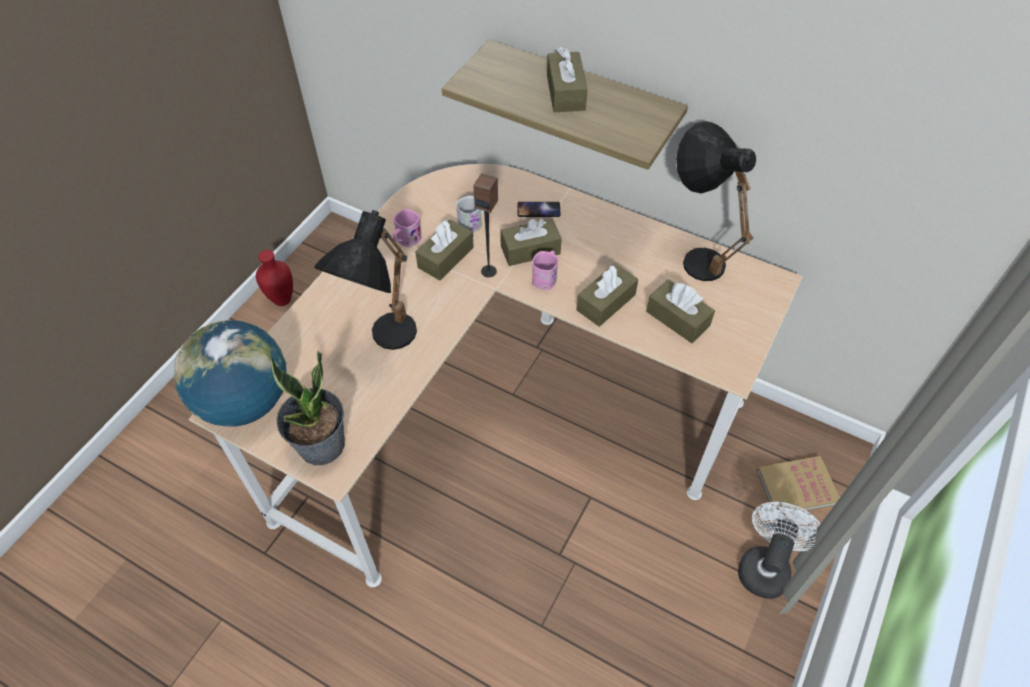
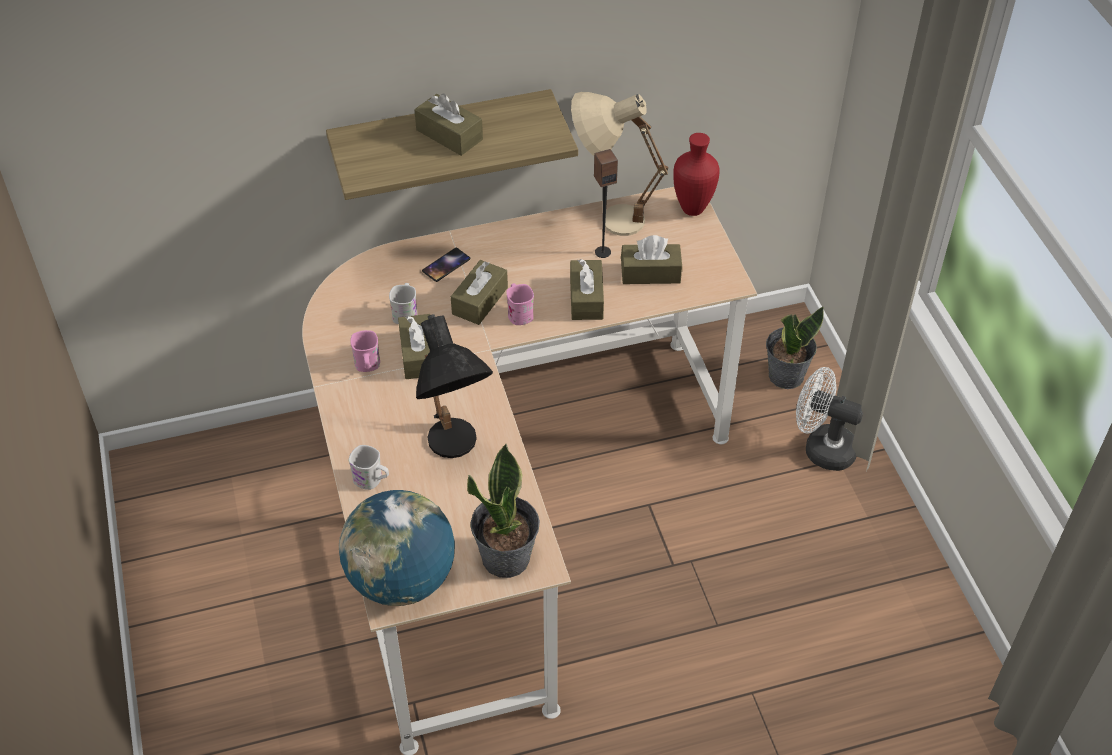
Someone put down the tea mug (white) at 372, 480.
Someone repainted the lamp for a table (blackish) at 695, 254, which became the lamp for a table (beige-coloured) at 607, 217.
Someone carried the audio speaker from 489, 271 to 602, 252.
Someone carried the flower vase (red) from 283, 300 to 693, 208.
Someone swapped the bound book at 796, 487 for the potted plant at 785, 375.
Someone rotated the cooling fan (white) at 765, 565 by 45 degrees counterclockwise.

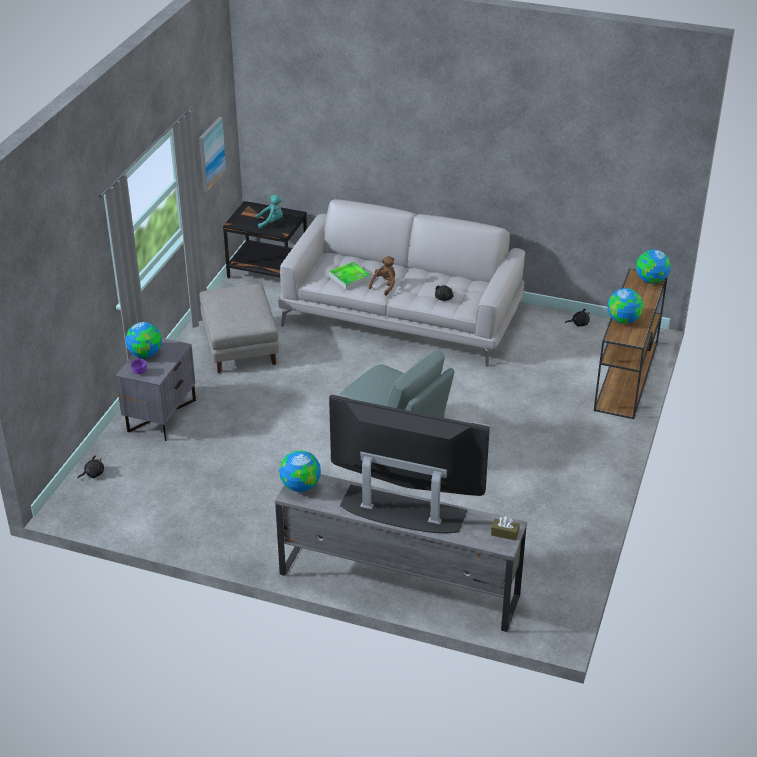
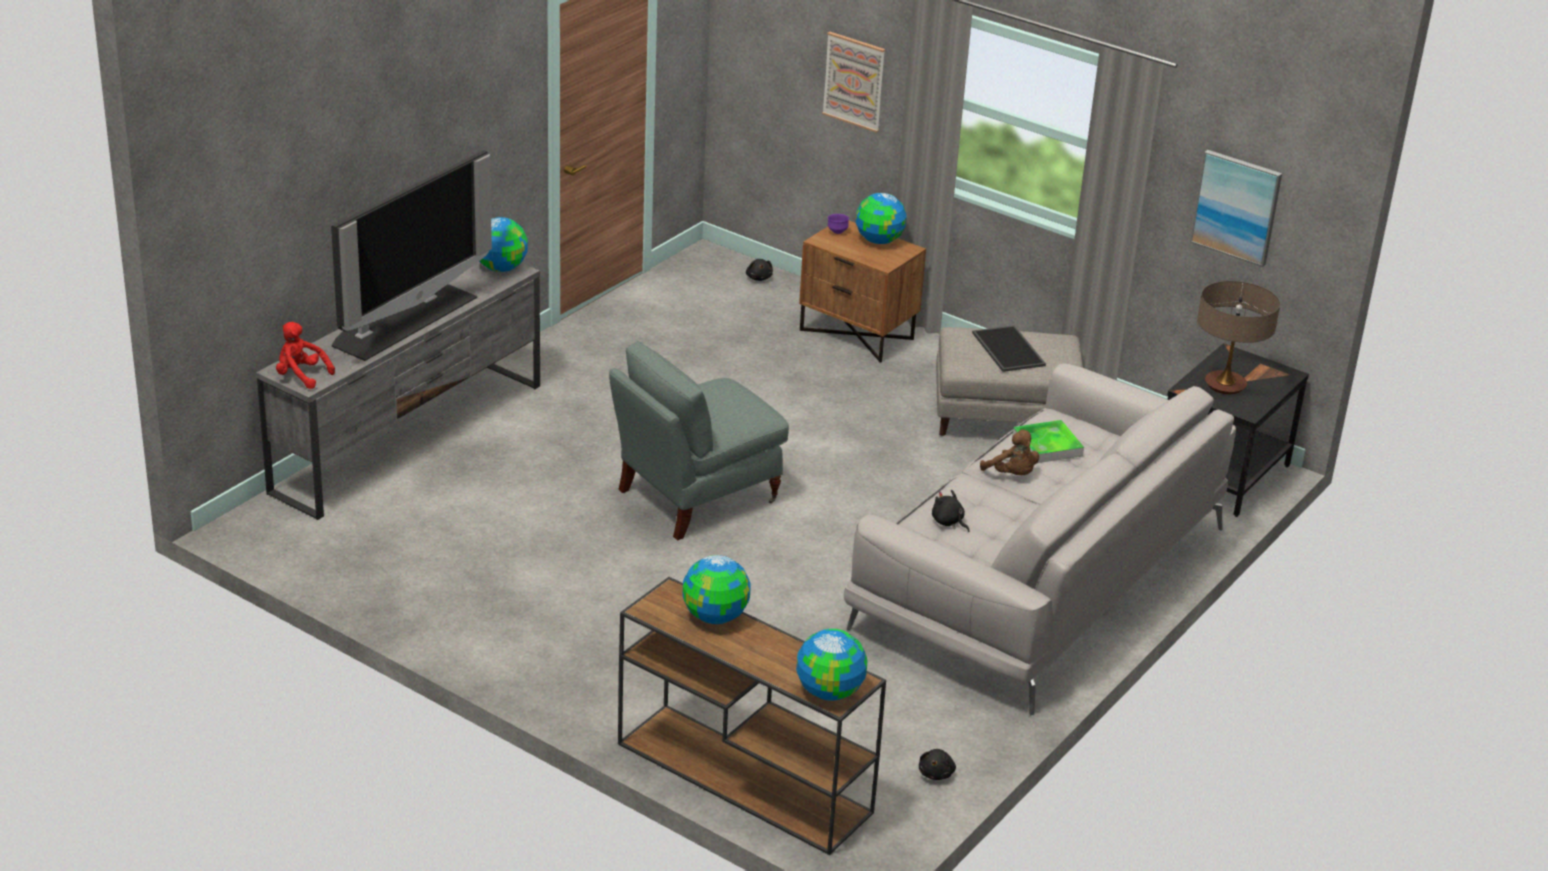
Someone swapped the tissue holder (brownish) at 504, 533 for the soft toy (red) at 301, 376.
Someone repainted the night table (greyish) at 161, 415, which became the night table (brownish) at 858, 334.
Someone put up the wall art at 854, 81.
Someone put down the serving tray at 1006, 349.
Someone swapped the soft toy (blue-green) at 271, 222 for the lamp for a table at 1225, 385.

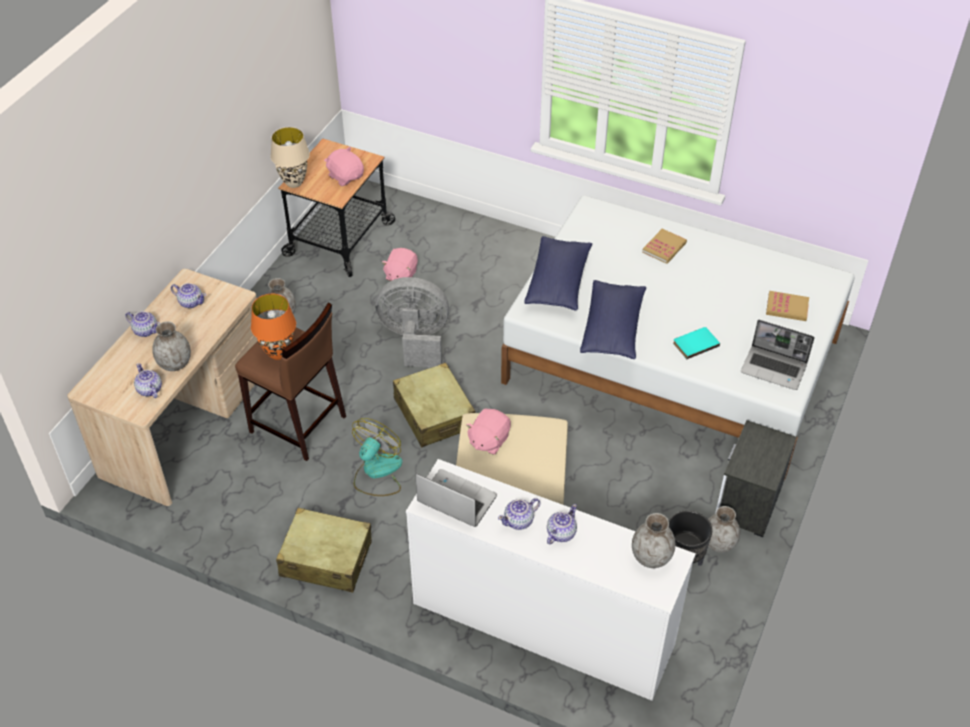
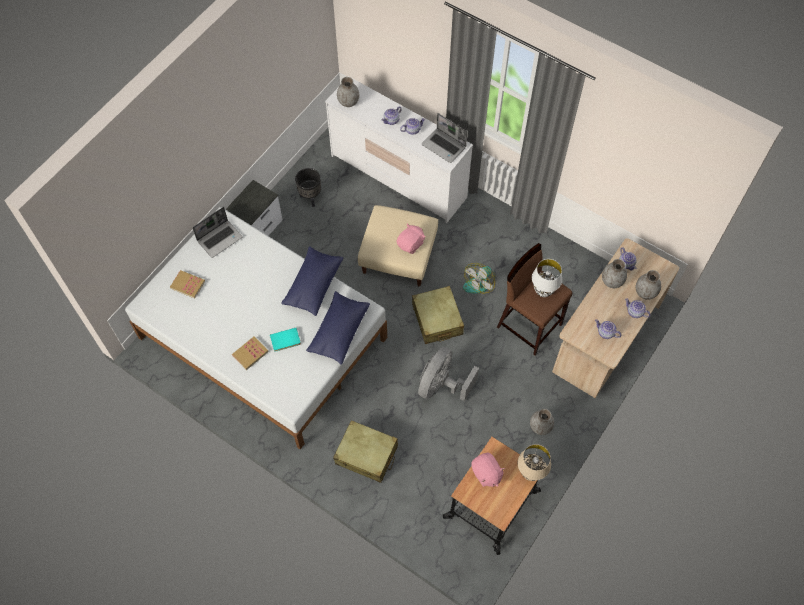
Someone rotated the portable computer at 774, 368 by 105 degrees clockwise.
Someone carried the bound book (blue-green) from 695, 343 to 285, 341.
Someone carried the suitcase (beige-coloured) from 326, 559 to 366, 455.
Someone rotated the cooling fan (greyish) at 415, 340 by 105 degrees clockwise.
Someone repainted the lamp for a table (orange-coloured) at 278, 353, which became the lamp for a table (white) at 543, 291.
Someone carried the flower vase (greyish) from 719, 543 to 645, 292.
Someone took away the soft toy (pink-coloured) at 401, 275.

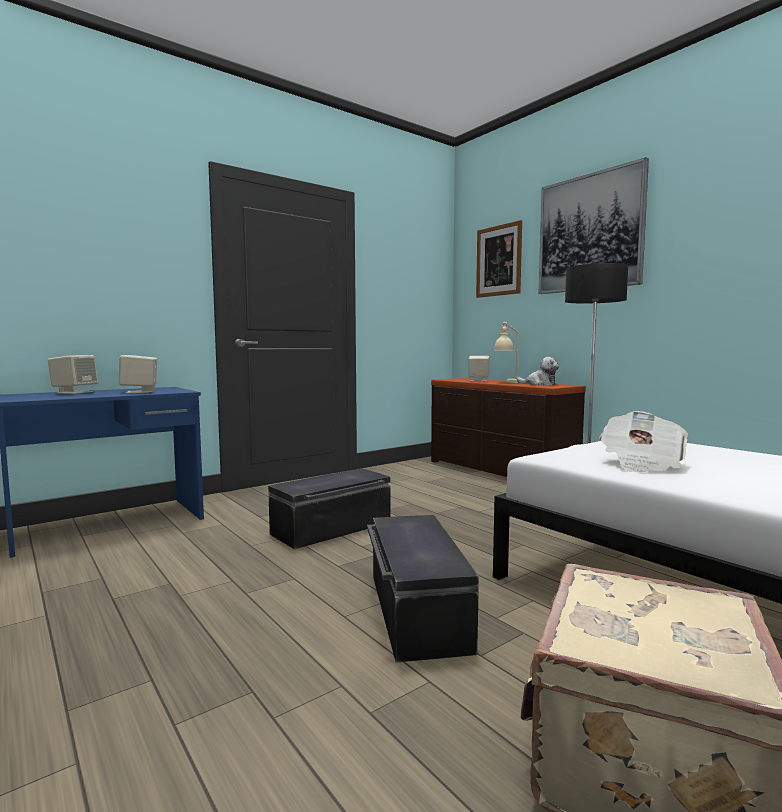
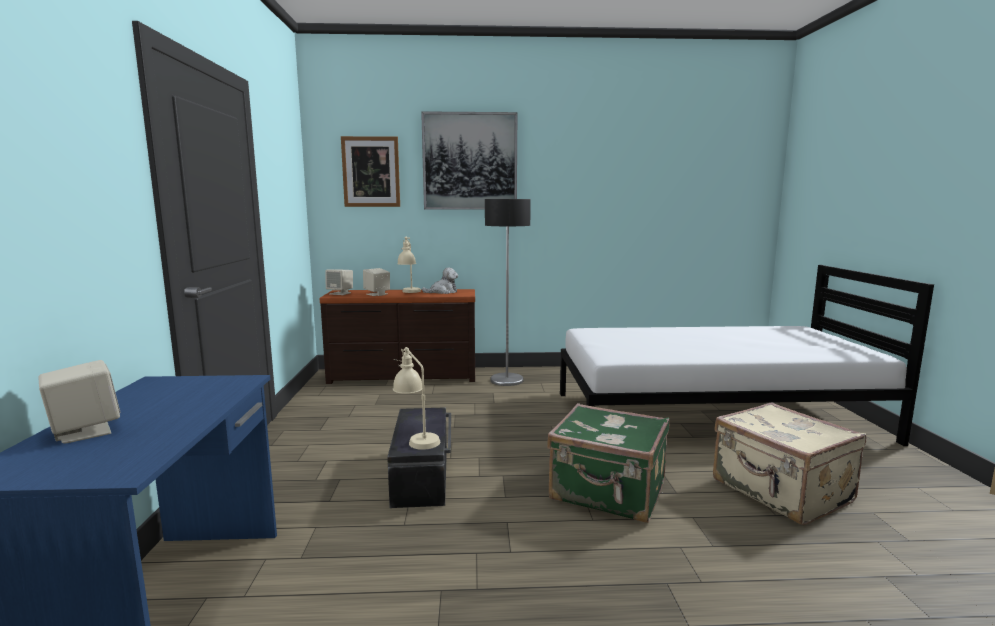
Someone carried the audio speaker (beige-coloured) from 140, 392 to 340, 293.
Someone put down the lamp for a table (beige-coloured) at 416, 438.
Someone swapped the storage bin (blackish) at 415, 611 for the suitcase (green-coloured) at 608, 492.
Someone took away the newspaper at 641, 464.

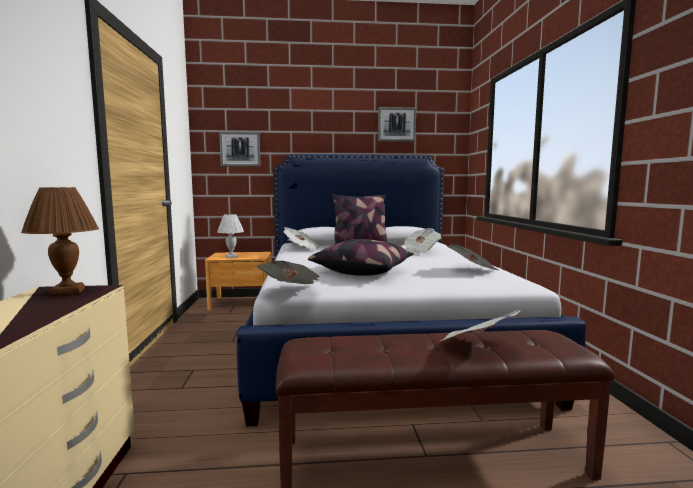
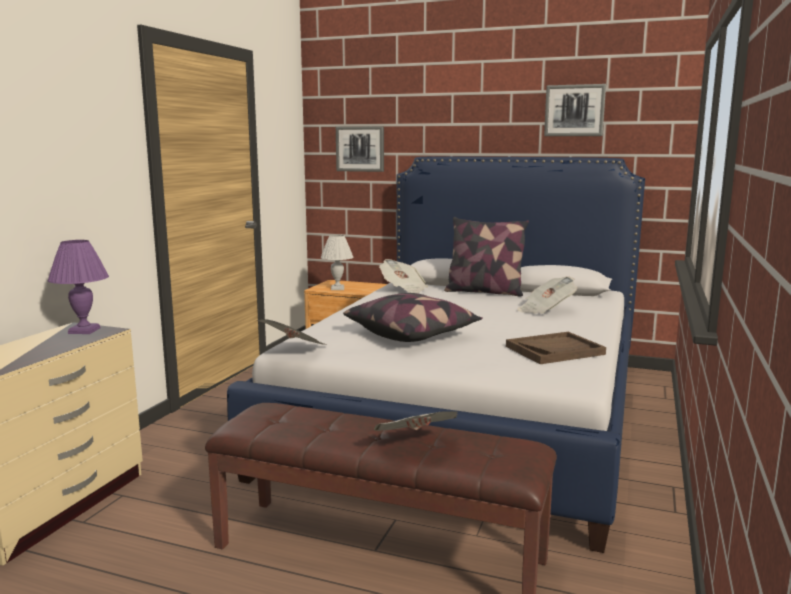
Someone repainted the lamp for a table (brownish) at 68, 291, which became the lamp for a table (purple) at 84, 331.
Someone swapped the newspaper at 473, 270 for the serving tray (brownish) at 554, 350.

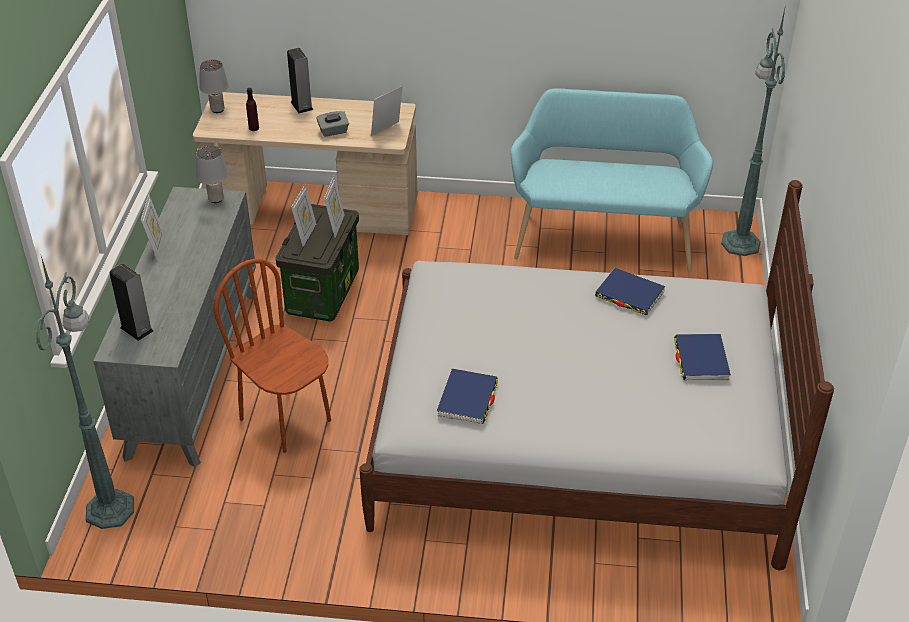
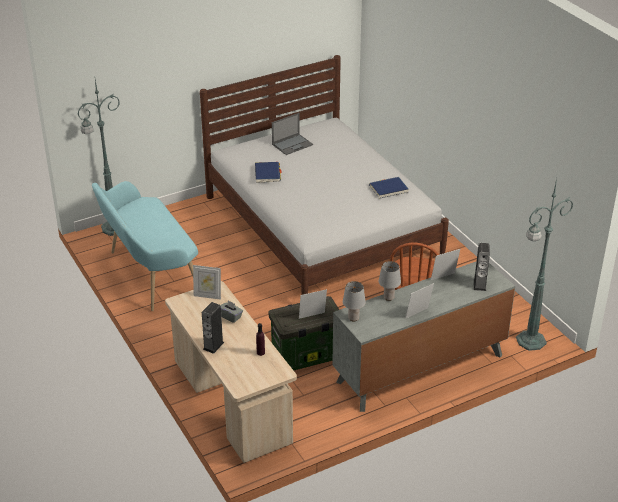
Someone swapped the bound book (blue-coloured) at 701, 360 for the portable computer at 292, 144.
Someone carried the lamp for a table (greyish) from 217, 110 to 389, 298.
Someone carried the photo frame from 335, 226 to 444, 278.

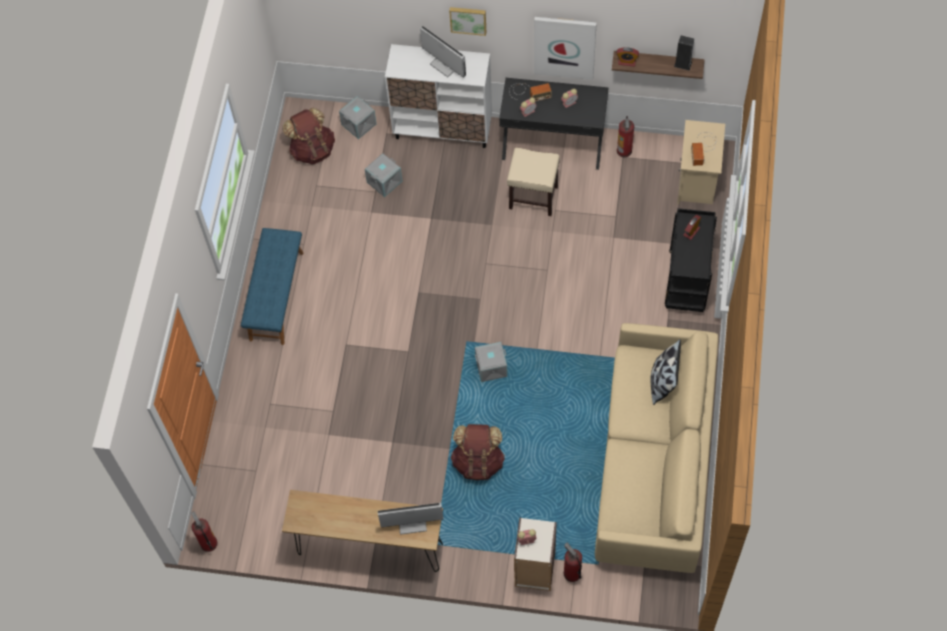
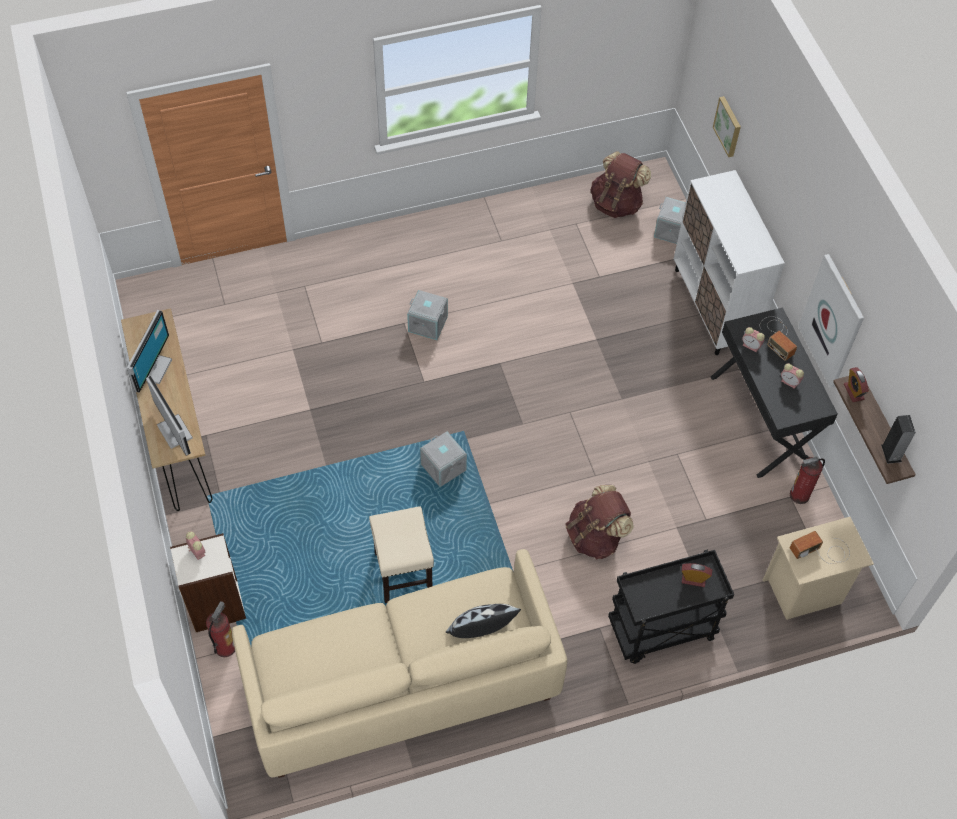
Someone carried the computer screen from 444, 66 to 153, 368.
Someone carried the sitting stool (beige-coloured) from 532, 197 to 402, 572.
Someone carried the storage bin (greyish) from 384, 181 to 428, 323.
Someone carried the knapsack (brownish) from 478, 461 to 595, 536.
Someone carried the wall art from 468, 19 to 728, 126.
Someone took away the extinguisher at 208, 543.
Someone took away the indoor bench (blue-coloured) at 276, 295.

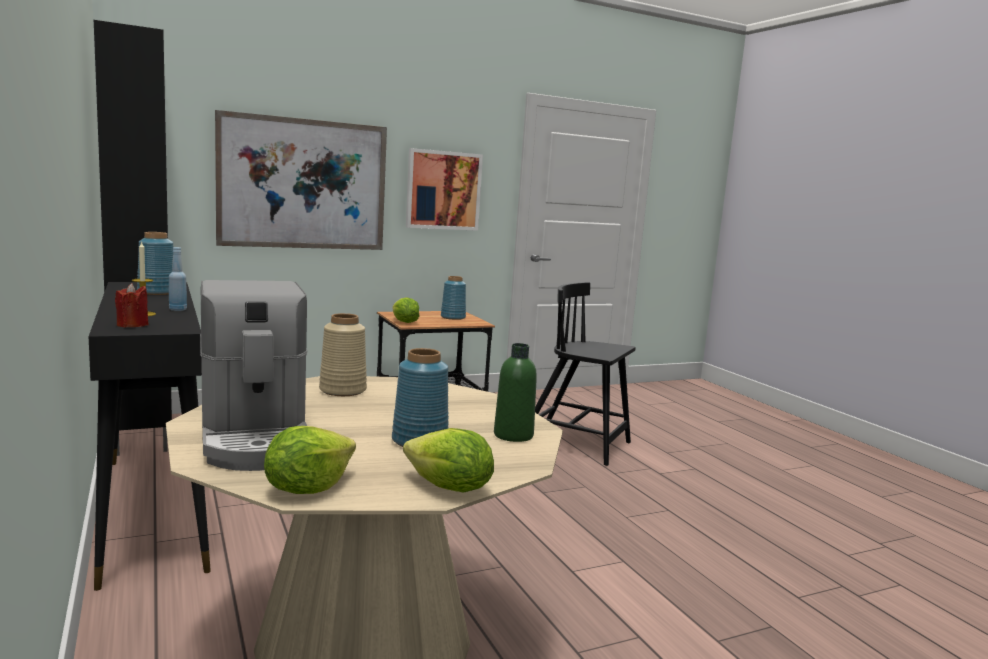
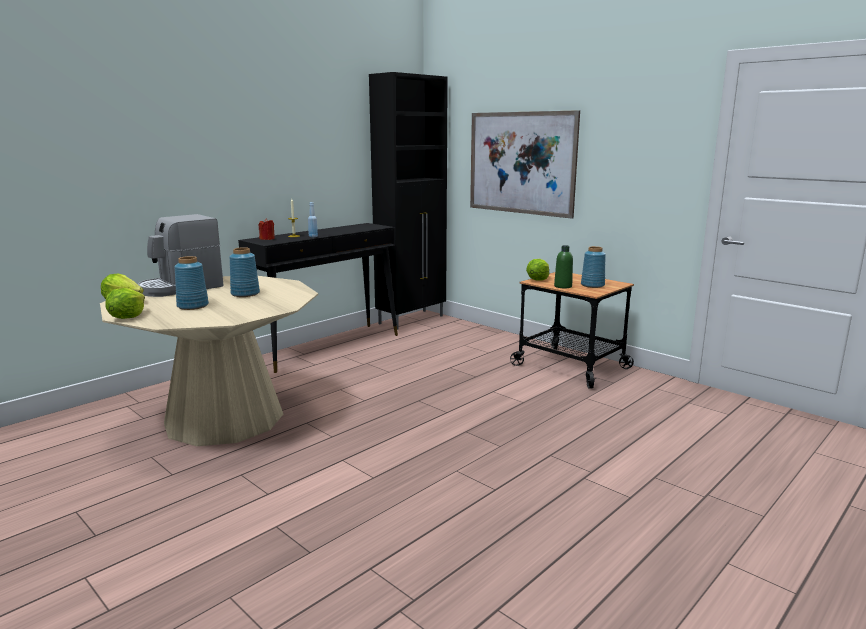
Someone carried the flower vase (blue-coloured) from 157, 292 to 245, 294.
Someone carried the beverage bottle (green-coloured) from 513, 435 to 563, 286.
Someone took away the flower vase (beige-coloured) at 342, 390.
Someone took away the wall art at 443, 190.
Someone took away the chair (blackish) at 576, 444.

